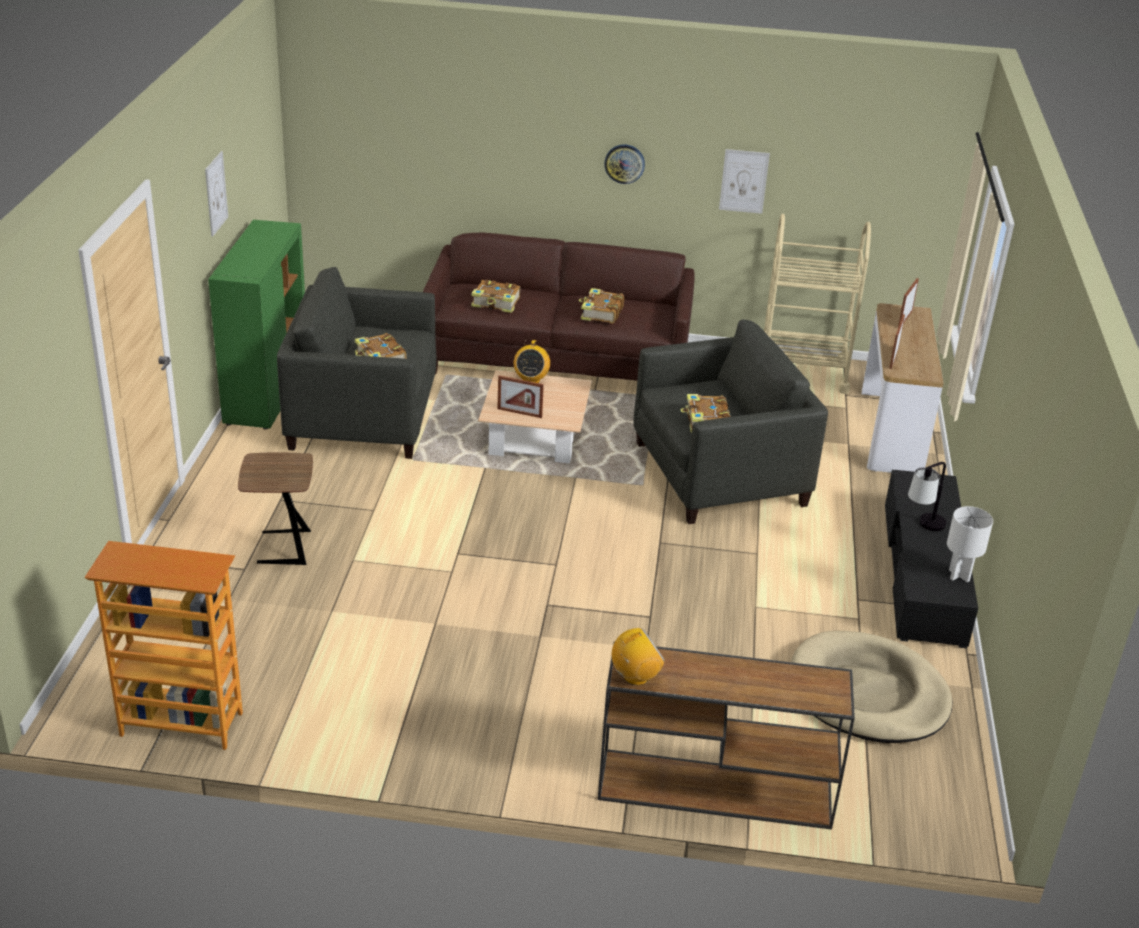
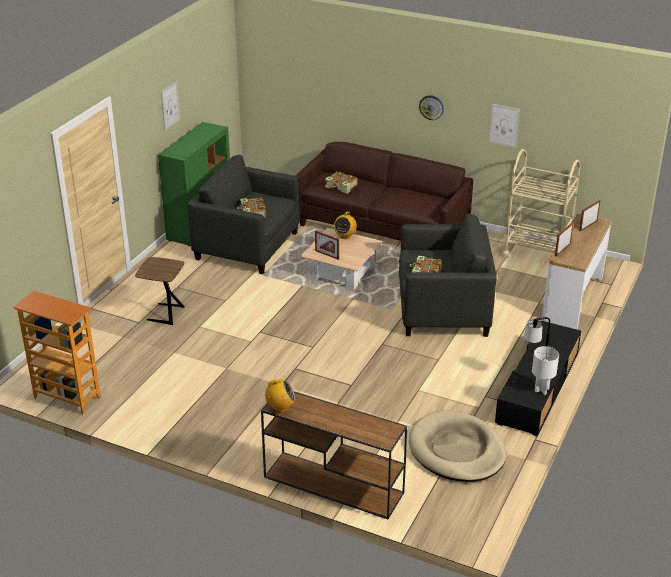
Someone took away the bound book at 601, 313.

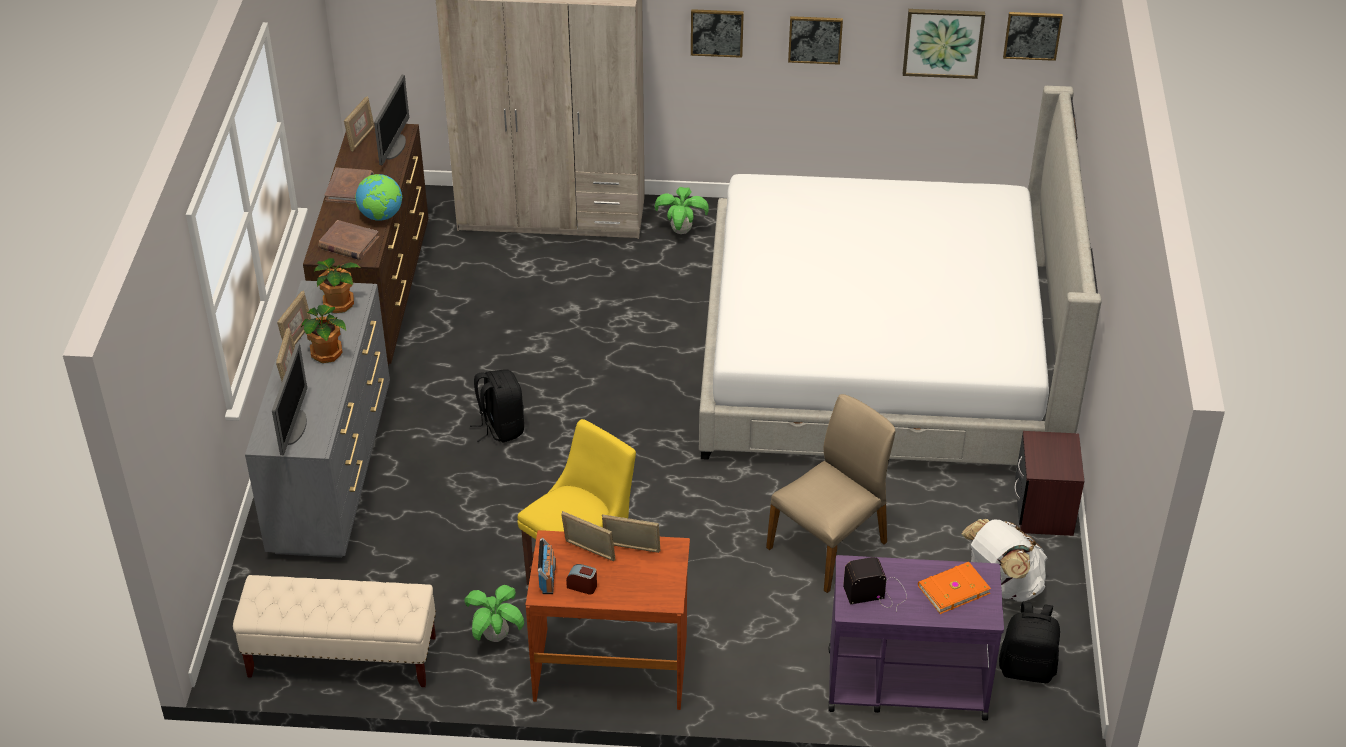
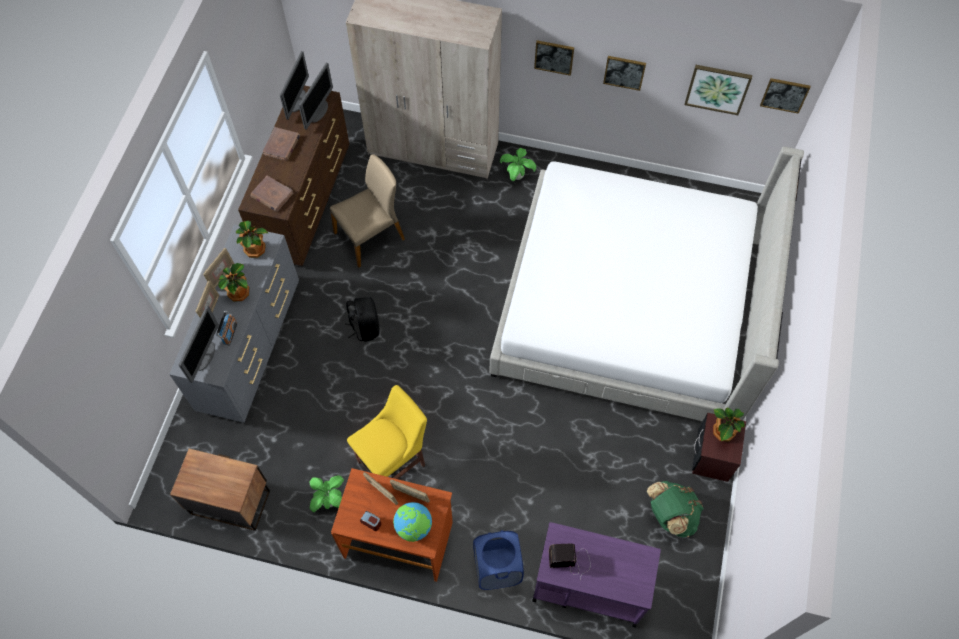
Someone swapped the indoor bench (beige-coloured) at 342, 657 for the night table at 230, 501.
Someone carried the radio receiver from 547, 578 to 230, 333.
Someone swapped the photo frame at 361, 139 for the computer screen at 298, 101.
Someone carried the chair (beige-coloured) from 829, 545 to 370, 236.
Someone carried the globe from 381, 216 to 414, 527.
Someone put down the laundry basket (blue-coloured) at 497, 569.
Someone repainted the knapsack (white) at 1002, 584, which became the knapsack (green-coloured) at 670, 515.
Someone put down the potted plant at 722, 432.
Someone took away the bound book (orange-coloured) at 952, 589.
Someone took away the knapsack (blackish) at 1027, 668.

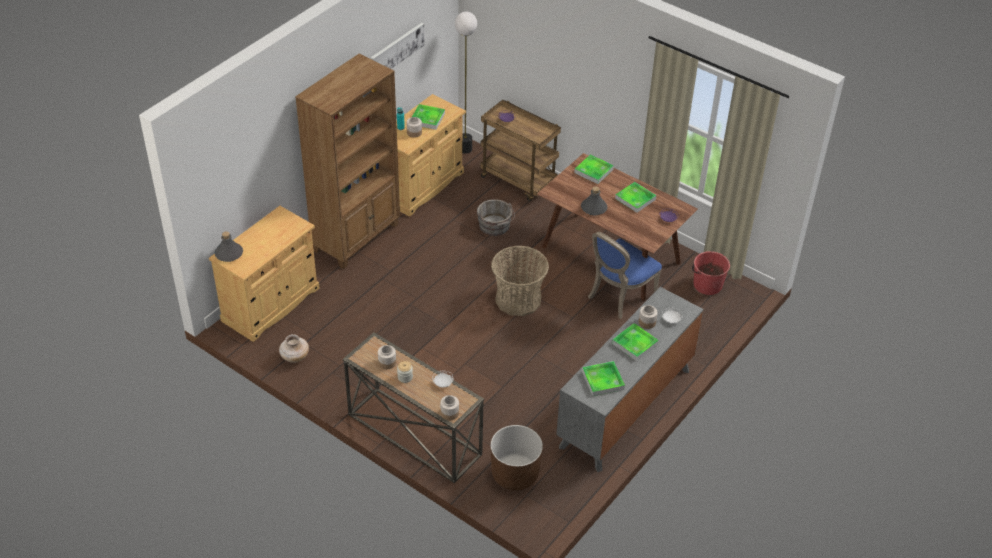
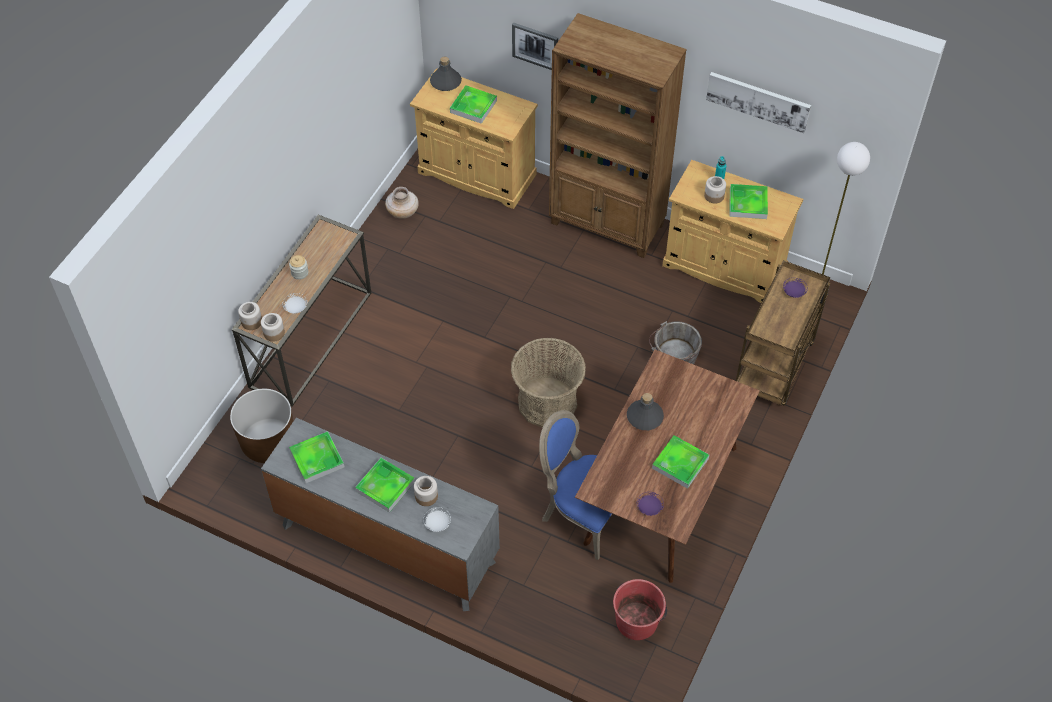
Someone carried the storage jar from 387, 363 to 273, 333.
Someone carried the serving tray from 593, 171 to 473, 106.
Someone put up the wall art at 535, 46.

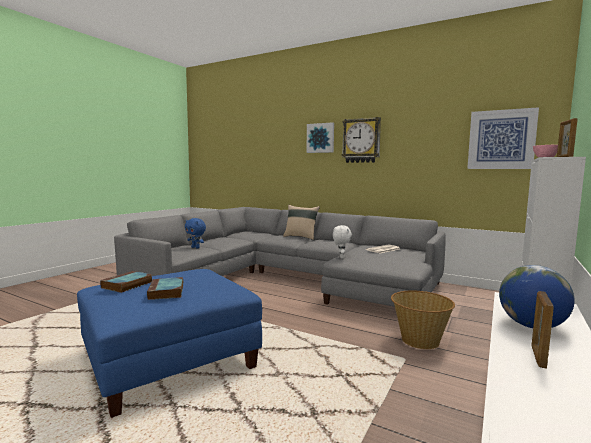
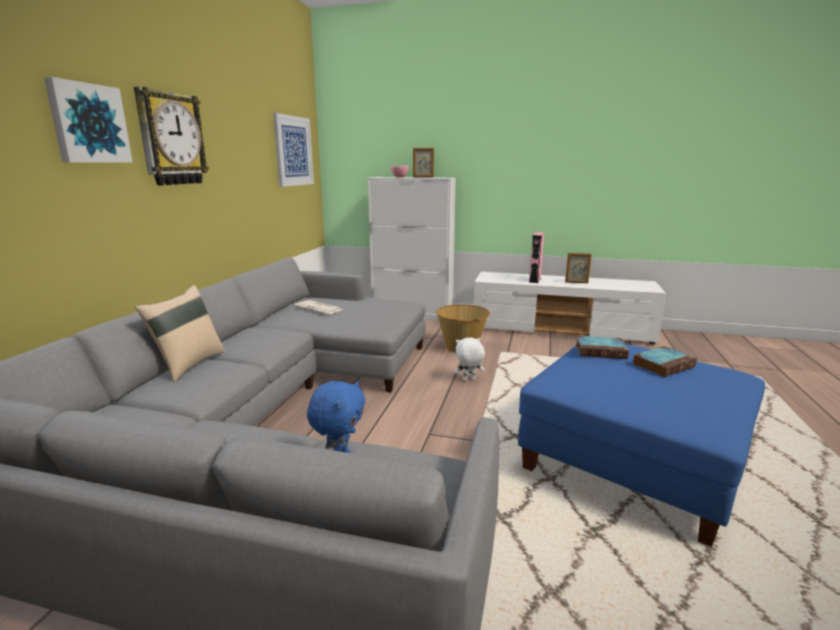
Someone carried the soft toy (white) from 341, 257 to 468, 380.
Someone swapped the globe at 532, 326 for the audio speaker (pink-coloured) at 534, 280.
Someone carried the bound book from 126, 285 to 601, 351.

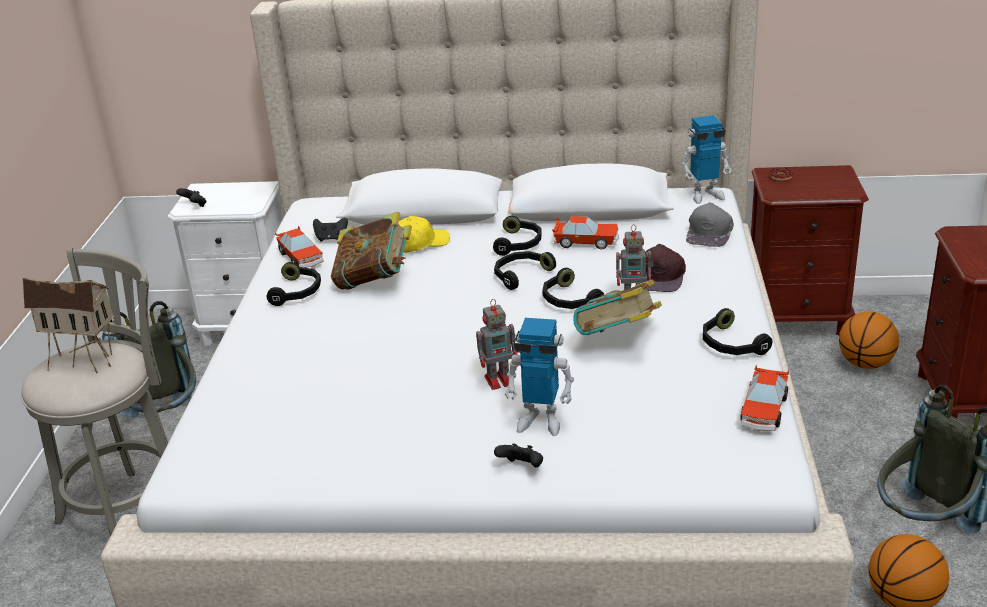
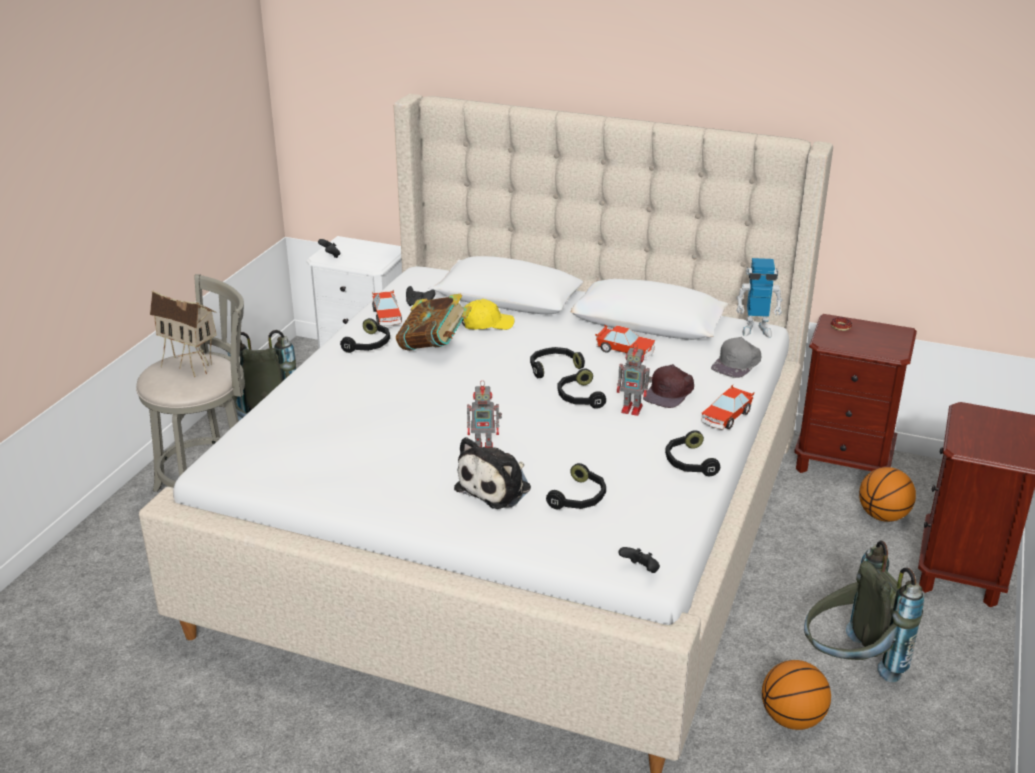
Someone swapped the model robot at 540, 420 for the soft toy at 496, 487.
Someone carried the pair of headphones (blackish) from 519, 244 to 580, 498.
Someone carried the gamepad (blackish) from 522, 468 to 640, 570.
Someone carried the model car from 763, 411 to 726, 417.
Someone took away the bound book at 618, 340.

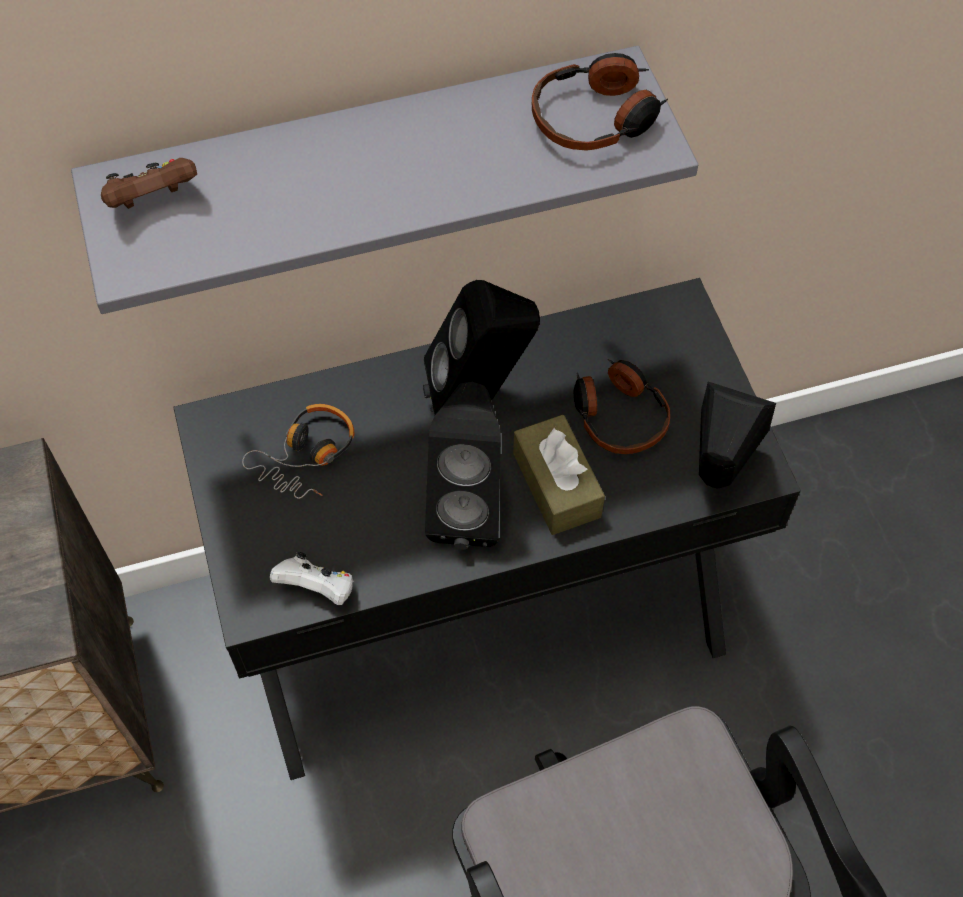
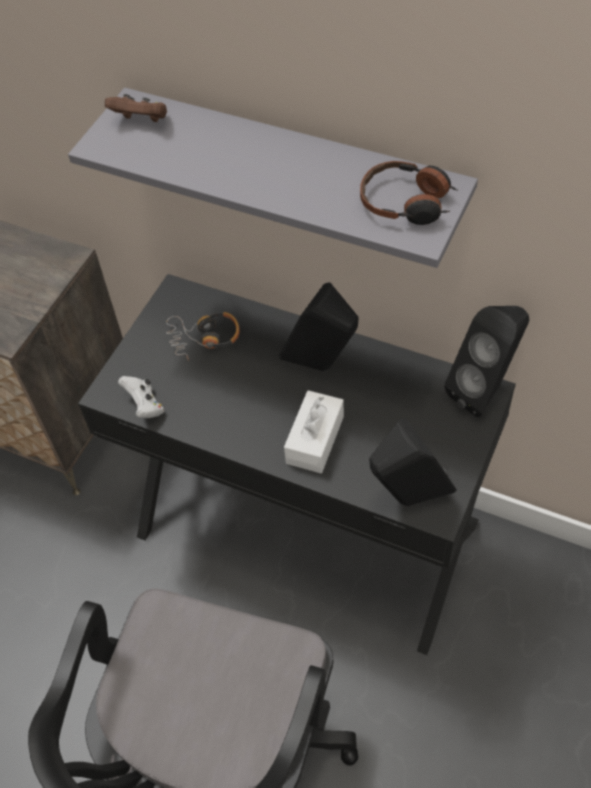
Someone repainted the tissue holder (brownish) at 556, 485, which became the tissue holder (white) at 315, 439.
Someone carried the audio speaker (blackish) from 467, 504 to 484, 390.
Someone took away the pair of headphones at 618, 414.

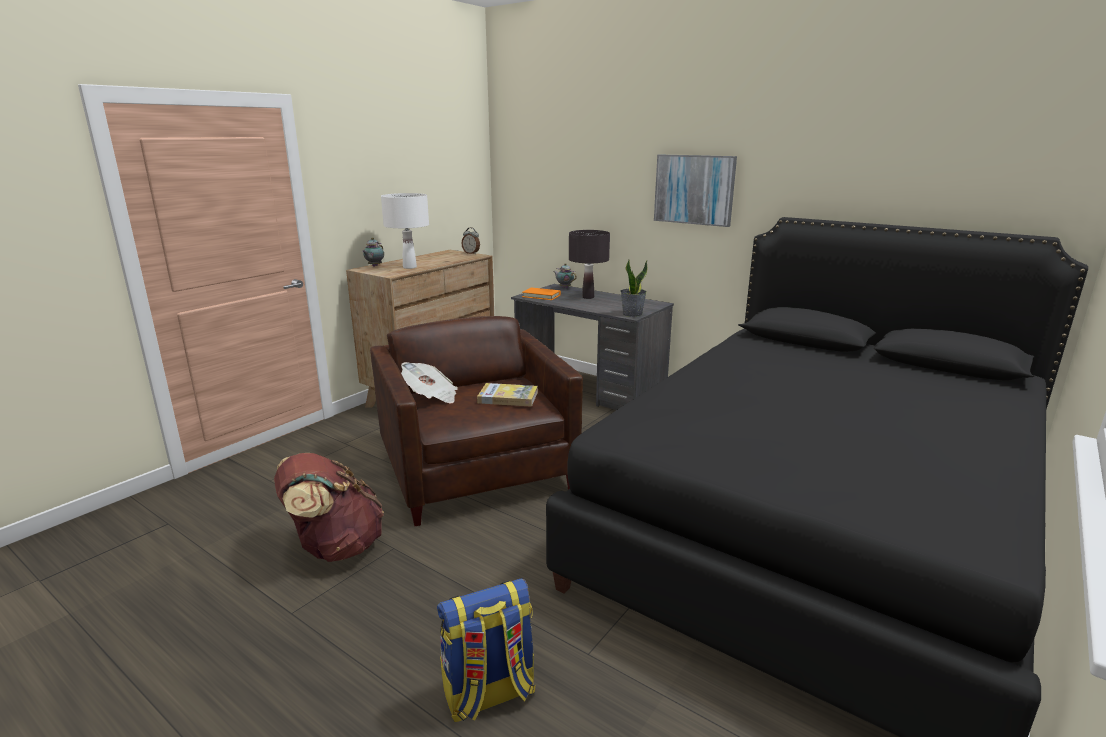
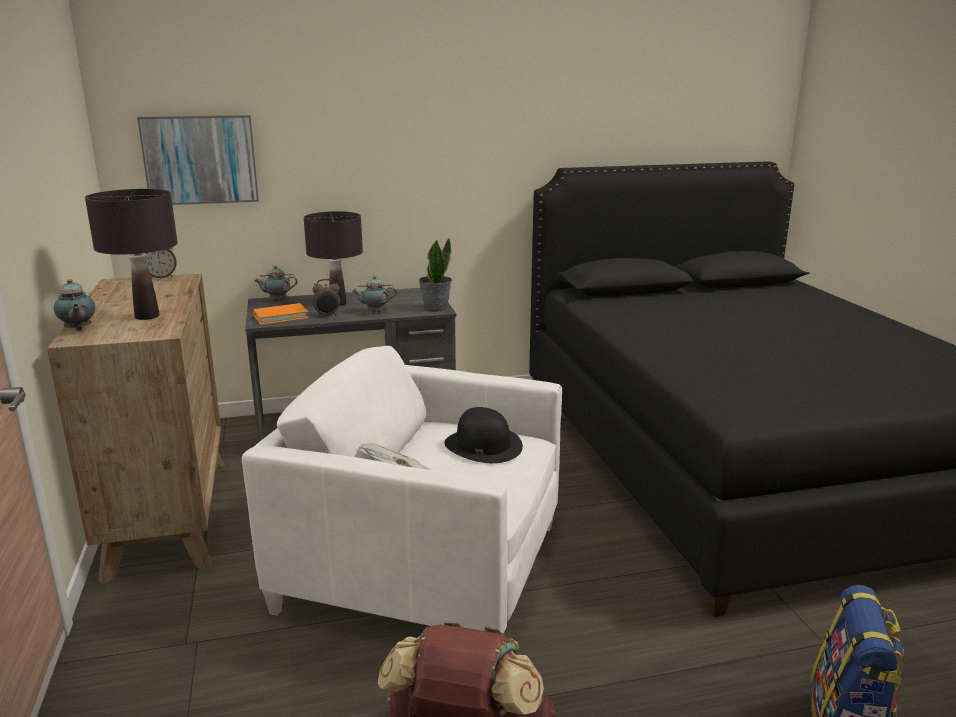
Someone repainted the lamp for a table (white) at 410, 267, which became the lamp for a table (blackish) at 147, 316.
Someone carried the wall art from 694, 189 to 200, 160.
Someone repainted the easy chair (brownish) at 476, 469, which became the easy chair (white) at 424, 566.
Someone put down the table clock at 327, 315.
Someone put down the tea pot at 374, 311.
Someone swapped the bound book at 508, 397 for the hat (blackish) at 482, 445.

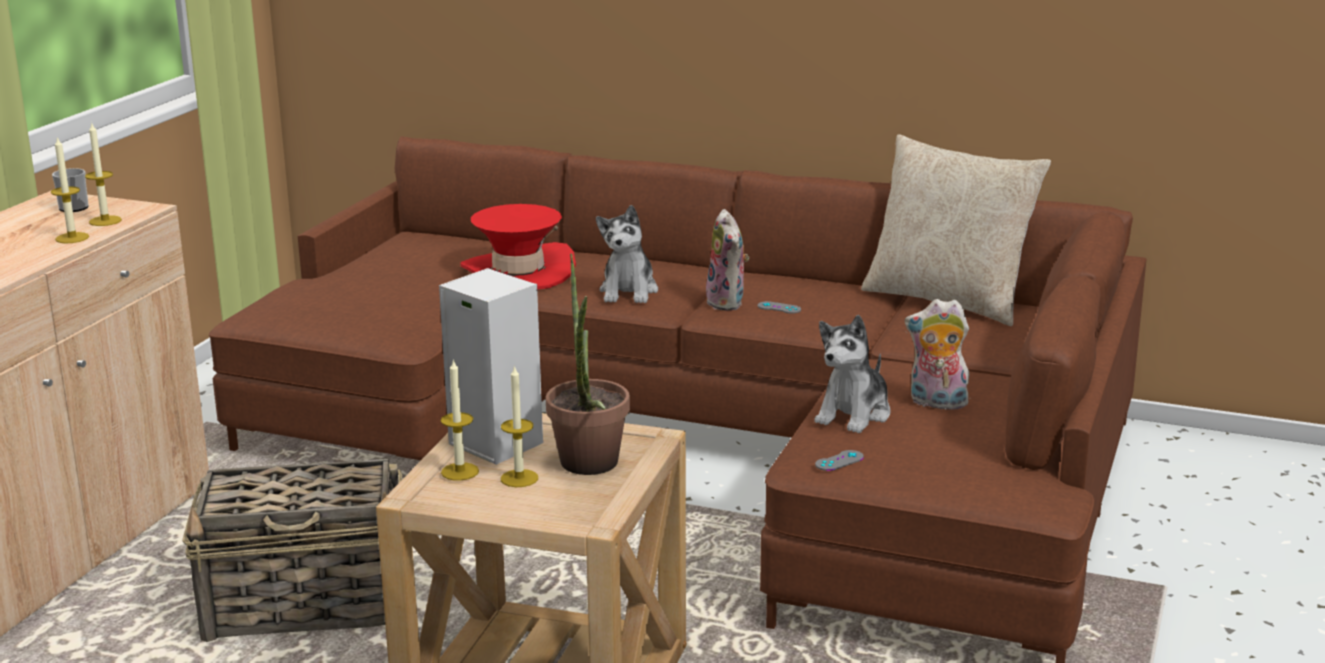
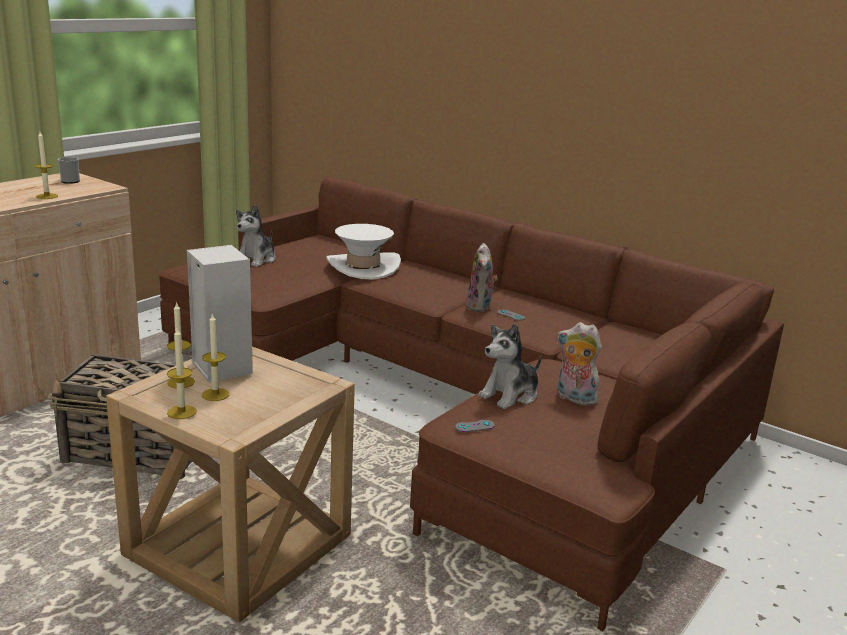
Someone carried the wax light from 105, 221 to 181, 412.
Someone carried the soft toy from 629, 291 to 256, 260.
Someone repainted the hat (red) at 518, 272, which became the hat (white) at 363, 267.
Someone took away the potted plant at 589, 468.
Someone took away the cushion (beige-coloured) at 948, 300.

